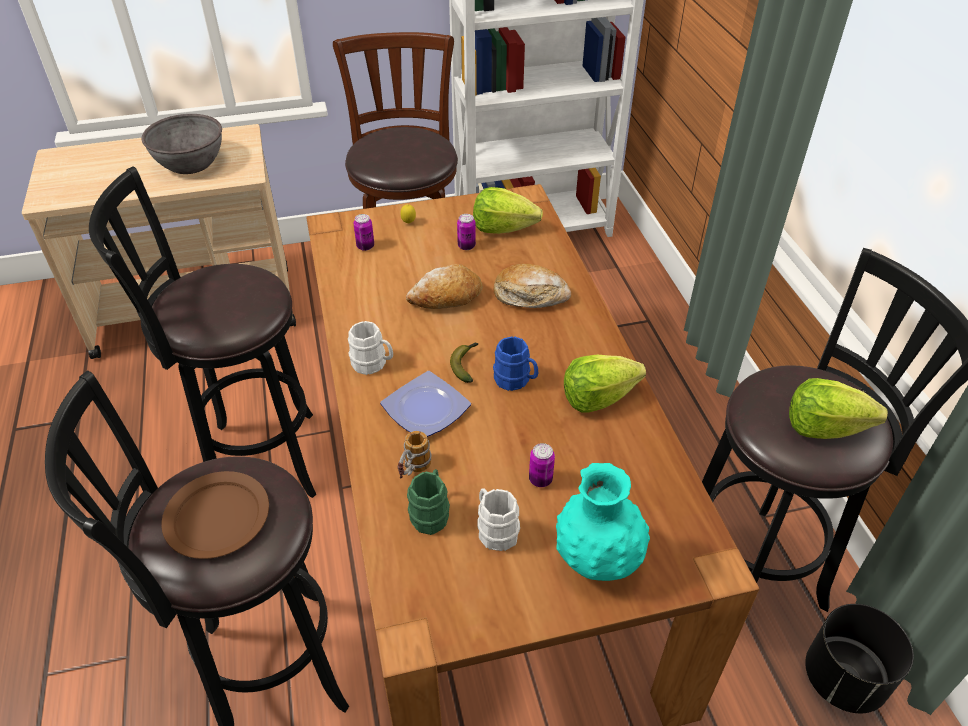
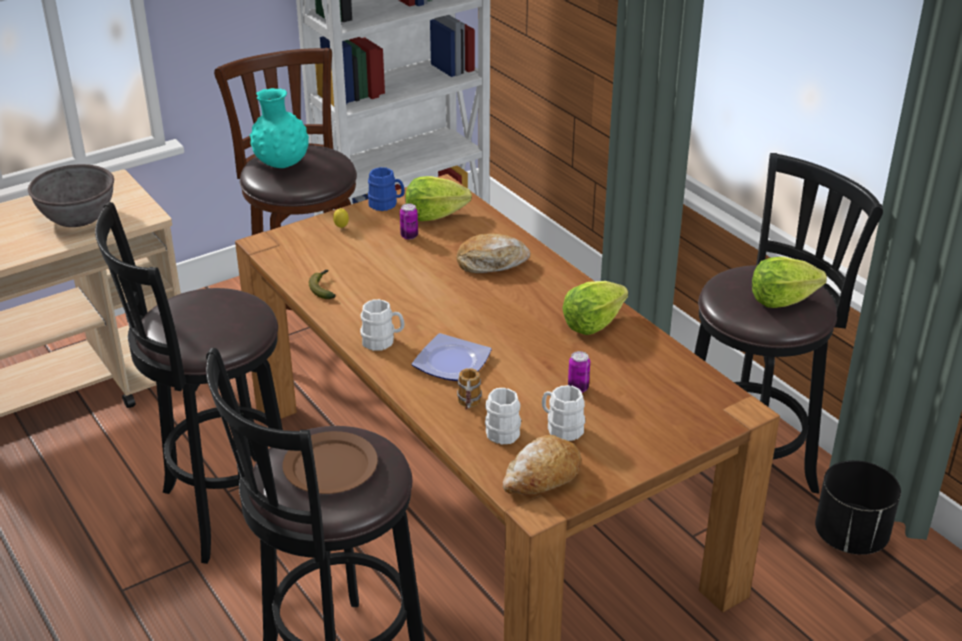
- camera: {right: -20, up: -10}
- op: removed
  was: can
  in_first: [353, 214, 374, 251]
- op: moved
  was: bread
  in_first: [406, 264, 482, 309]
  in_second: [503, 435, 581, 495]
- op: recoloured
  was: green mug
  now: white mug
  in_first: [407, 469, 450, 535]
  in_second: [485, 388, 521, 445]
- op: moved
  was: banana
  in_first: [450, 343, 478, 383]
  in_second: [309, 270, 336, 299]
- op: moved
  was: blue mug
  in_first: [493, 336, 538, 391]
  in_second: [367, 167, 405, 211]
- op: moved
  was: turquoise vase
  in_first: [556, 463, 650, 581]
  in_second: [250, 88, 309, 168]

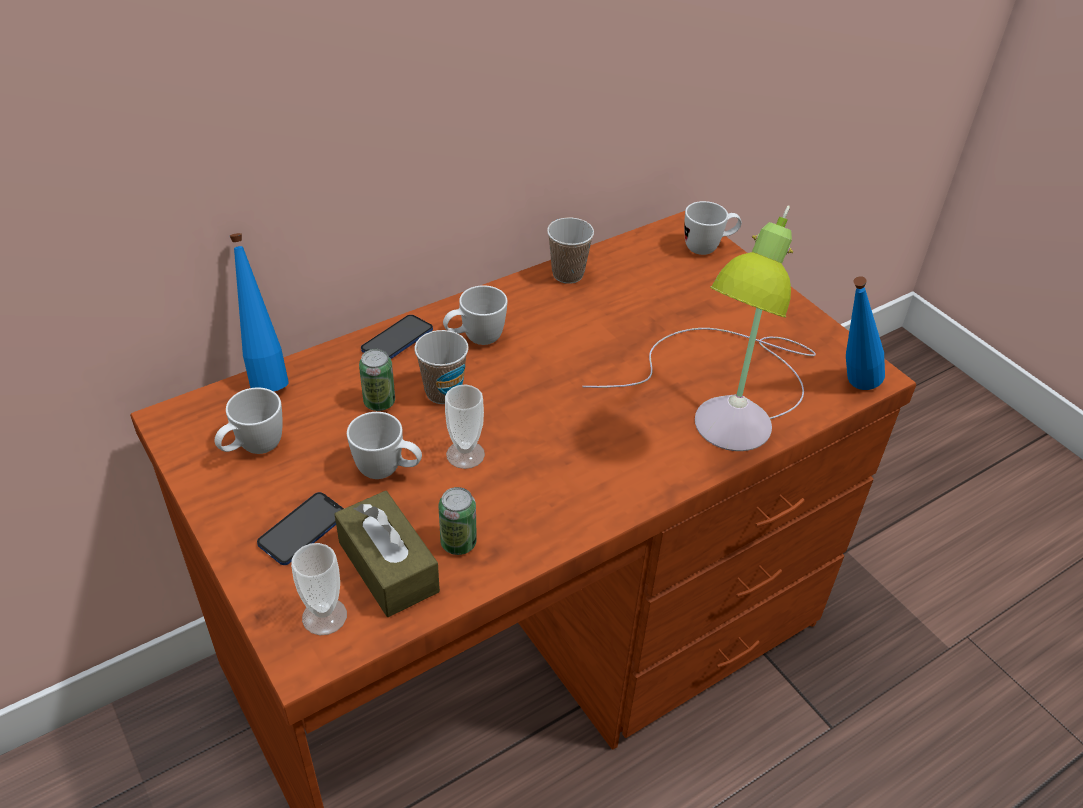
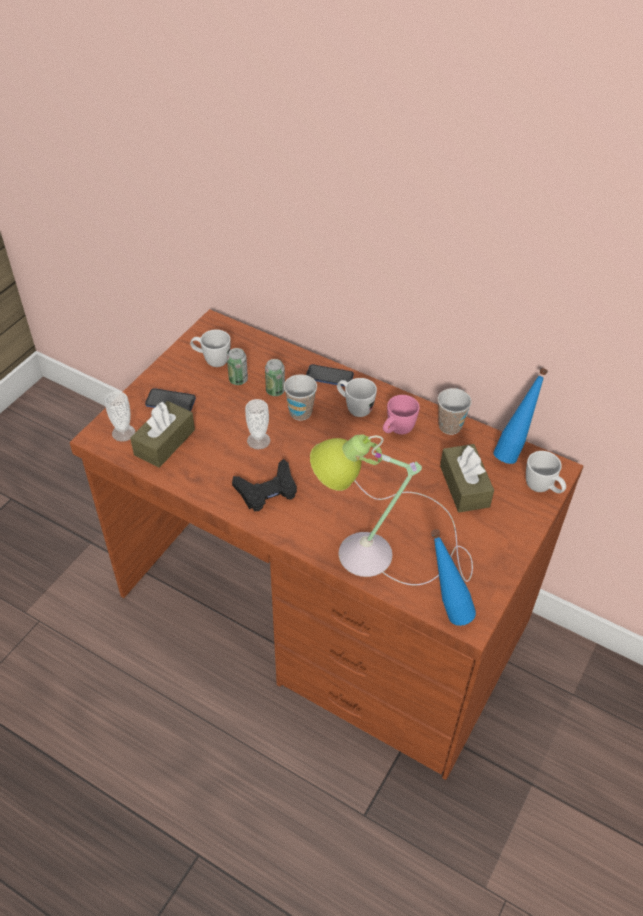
- camera: {right: 65, up: 5}
- op: moved
  was: blue bottle
  in_first: [230, 233, 289, 392]
  in_second: [493, 368, 548, 464]
- op: removed
  was: white mug
  in_first: [347, 412, 422, 479]
- op: moved
  was: can
  in_first: [438, 487, 477, 555]
  in_second: [227, 348, 248, 385]
- op: added
  now: black game controller
  in_second: [232, 459, 297, 511]
- op: added
  now: pink mug
  in_second: [383, 395, 420, 434]
- op: added
  now: brown tissue box
  in_second: [440, 444, 494, 513]

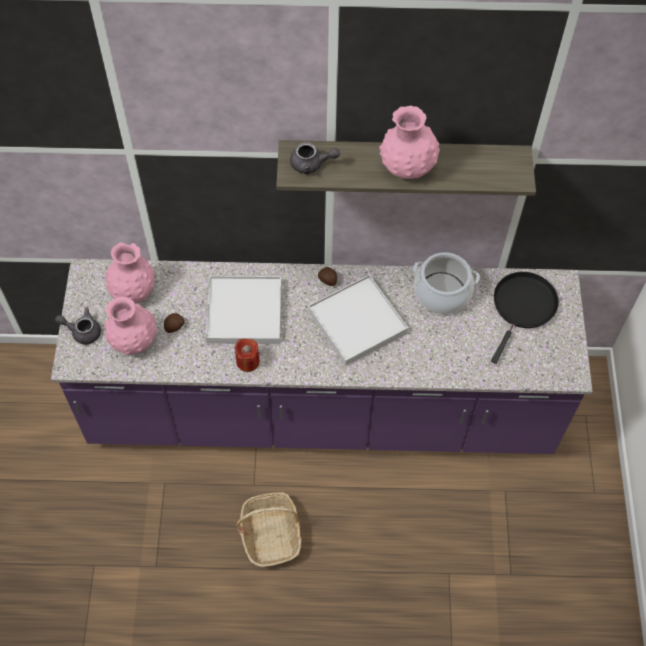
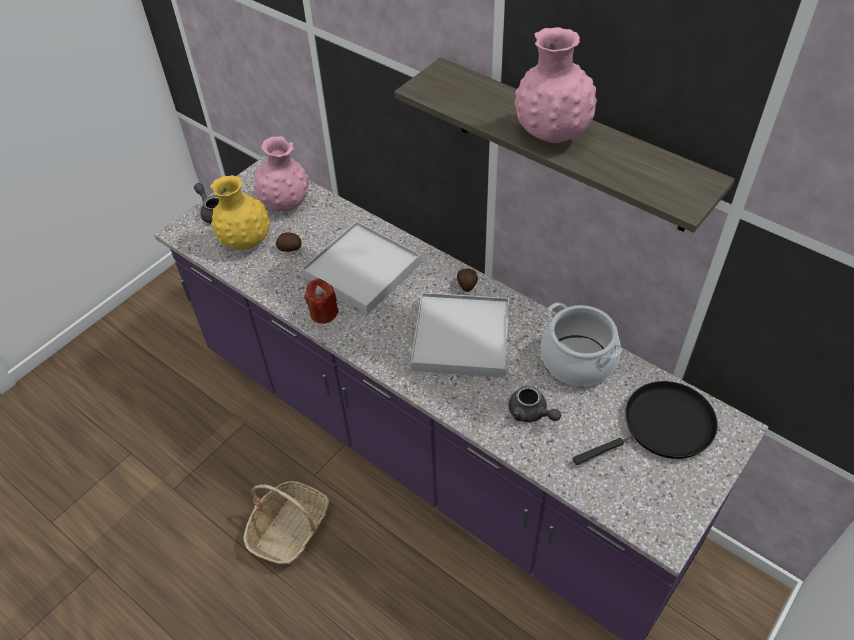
- camera: {right: 40, up: -10}
- op: recoloured
  was: pink vase
  now: yellow vase
  in_first: [104, 296, 157, 354]
  in_second: [210, 175, 270, 249]
- op: moved
  was: grey teapot
  in_first: [290, 142, 340, 174]
  in_second: [509, 385, 561, 422]

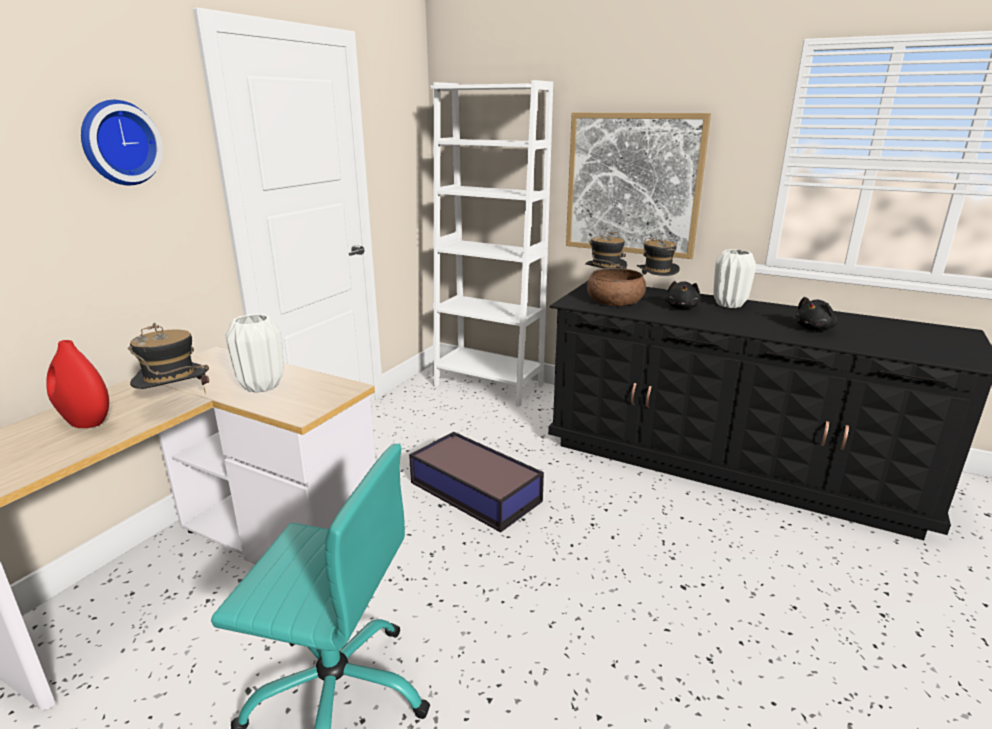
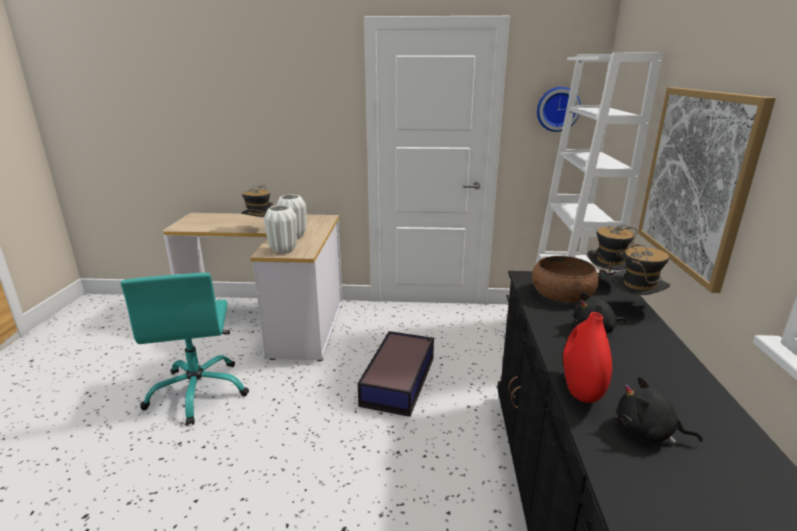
- camera: {right: 65, up: 0}
- op: moved
  was: red vase
  in_first: [46, 340, 109, 428]
  in_second: [563, 312, 612, 403]
- op: moved
  was: wall clock
  in_first: [81, 100, 163, 185]
  in_second: [537, 87, 581, 132]
- op: moved
  was: white vase
  in_first: [713, 249, 756, 308]
  in_second: [264, 205, 297, 254]

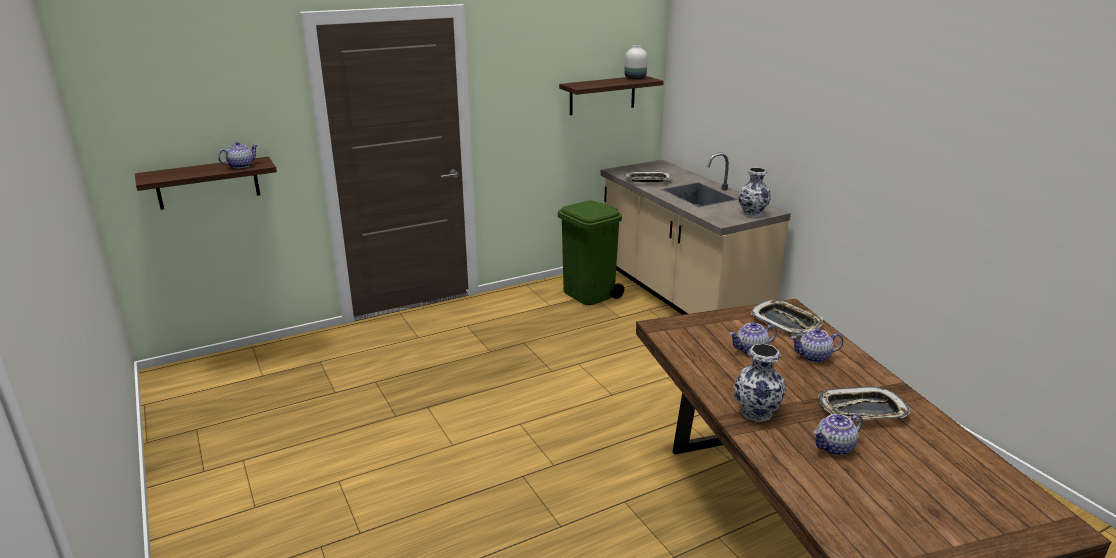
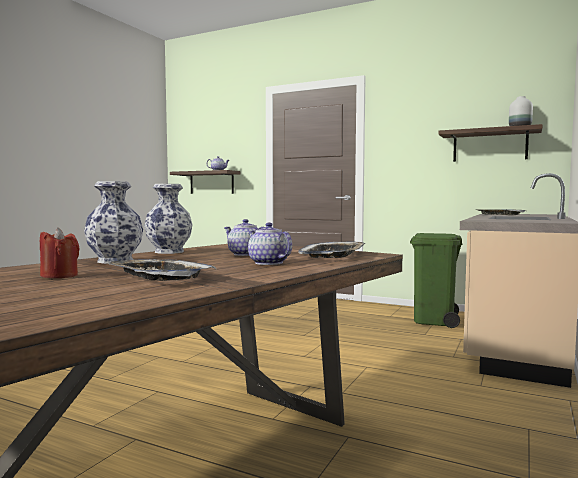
- camera: {right: 55, up: -20}
- op: moved
  was: vase
  in_first: [738, 168, 771, 217]
  in_second: [144, 184, 193, 254]
- op: replaced
  was: teapot
  now: red candle
  in_first: [813, 414, 863, 455]
  in_second: [40, 228, 80, 278]

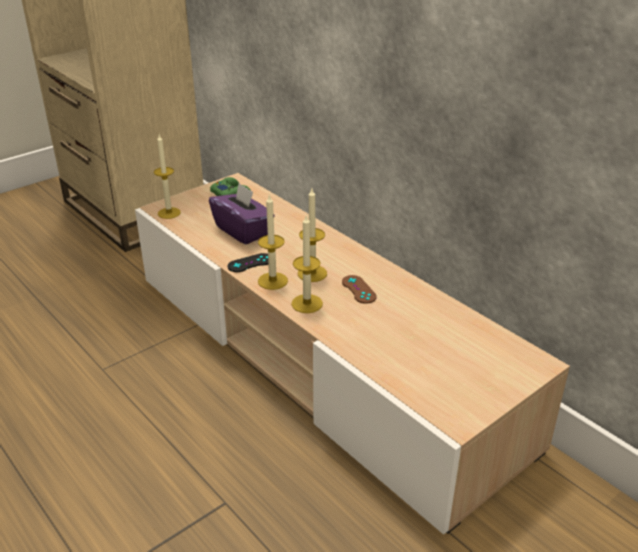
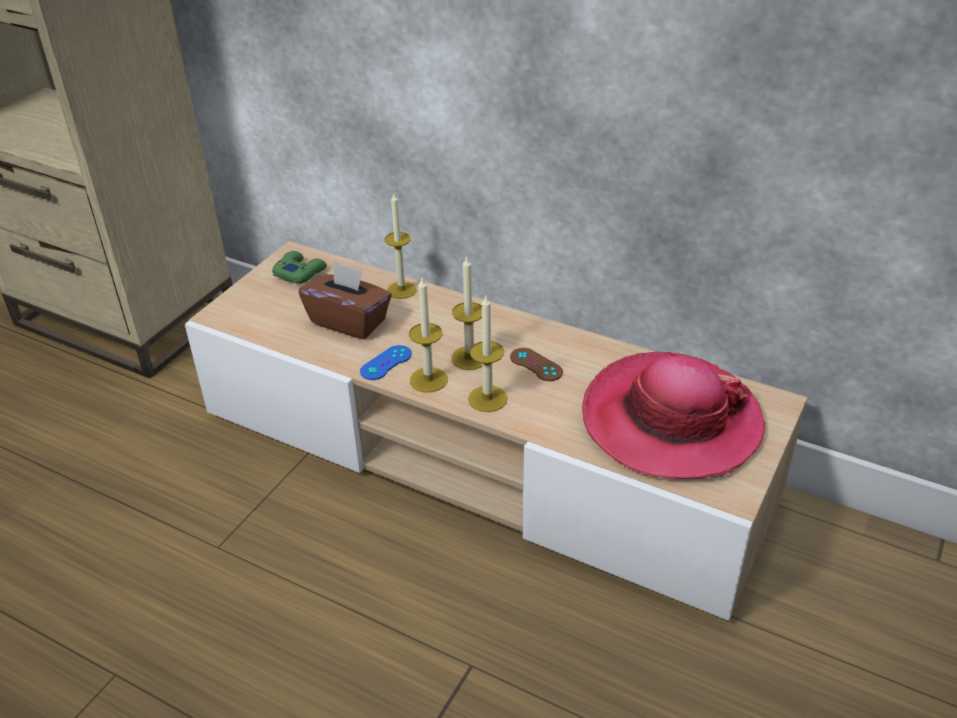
- camera: {right: -20, up: 5}
- op: moved
  was: candle
  in_first: [154, 135, 181, 219]
  in_second: [385, 193, 416, 299]
- op: recoloured
  was: purple tissue box
  now: brown tissue box
  in_first: [209, 183, 275, 244]
  in_second: [299, 261, 392, 339]
- op: recoloured
  was: black game controller
  now: blue game controller
  in_first: [228, 253, 268, 272]
  in_second: [360, 345, 412, 380]
- op: added
  now: hat
  in_second: [582, 352, 766, 479]

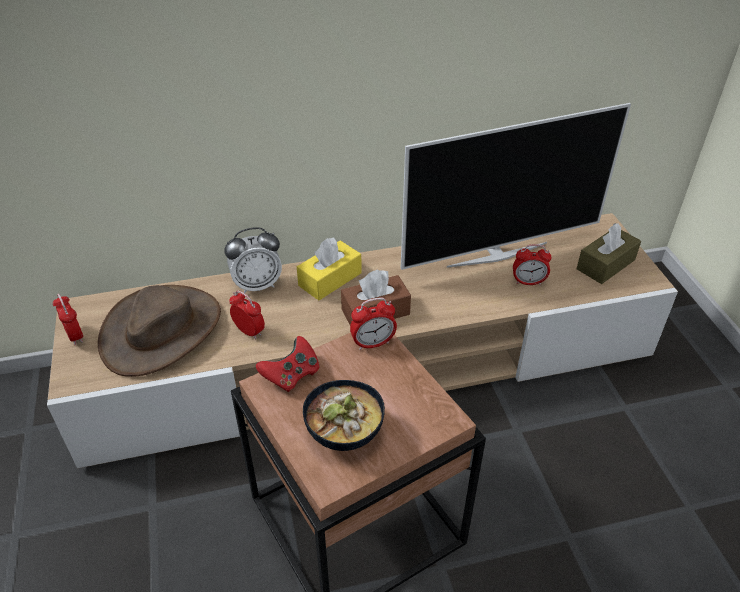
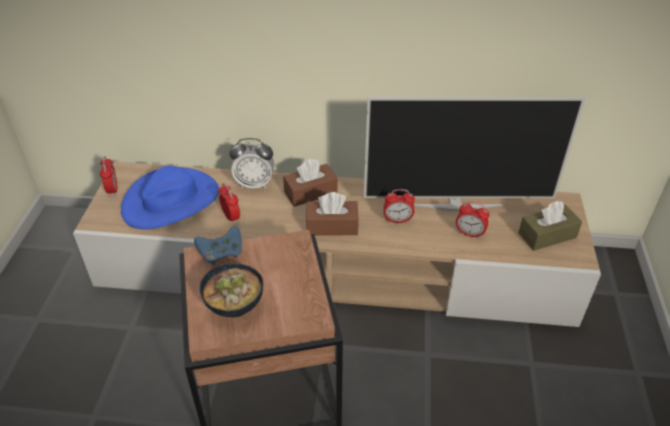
- camera: {right: 20, up: 0}
- op: recoloured
  was: brown hat
  now: blue hat
  in_first: [98, 285, 221, 377]
  in_second: [121, 166, 219, 230]
- op: recoloured
  was: red game controller
  now: blue game controller
  in_first: [256, 336, 319, 392]
  in_second: [194, 225, 242, 265]
- op: recoloured
  was: yellow tissue box
  now: brown tissue box
  in_first: [297, 238, 362, 300]
  in_second: [283, 159, 338, 207]
- op: moved
  was: alarm clock
  in_first: [350, 297, 397, 350]
  in_second: [384, 189, 415, 223]

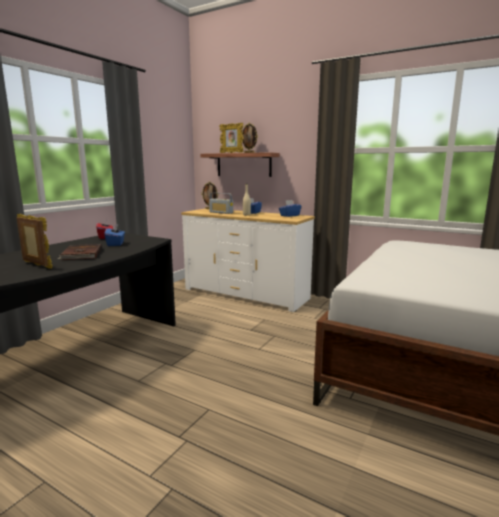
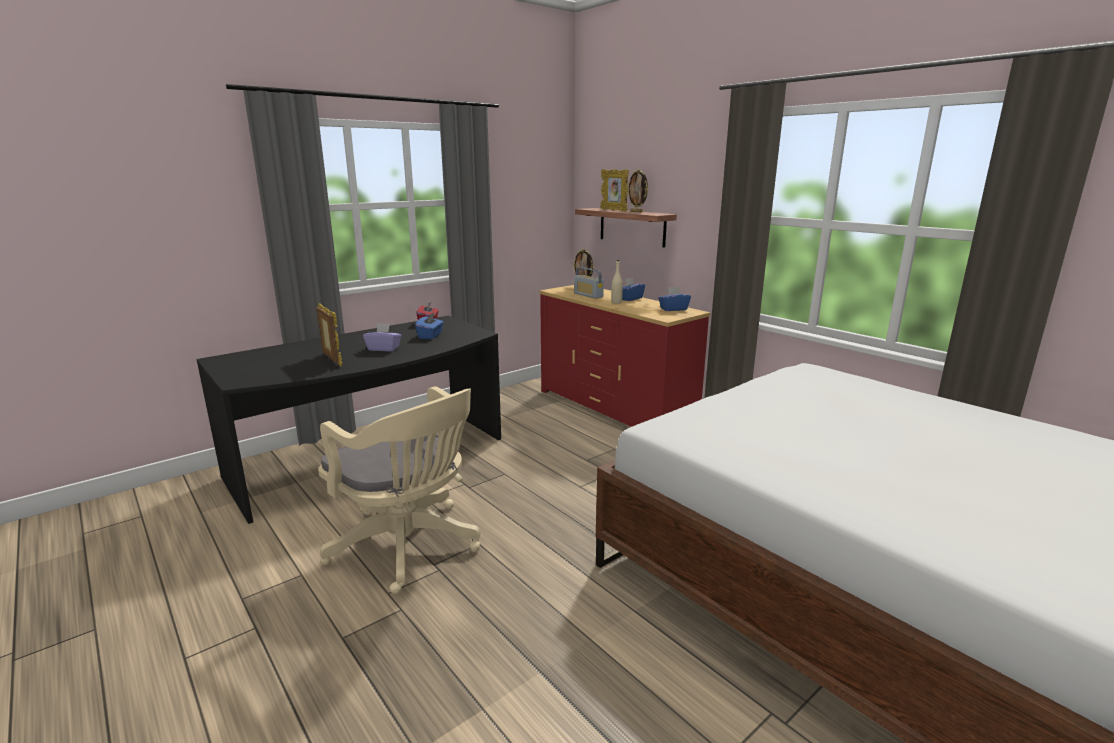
- camera: {right: 20, up: 5}
- op: replaced
  was: brown book
  now: purple tissue box
  in_first: [57, 244, 102, 260]
  in_second: [363, 323, 401, 351]
- op: recoloured
  was: white dresser
  now: red dresser
  in_first: [181, 209, 315, 312]
  in_second: [539, 285, 710, 427]
- op: added
  now: beige office chair
  in_second: [318, 387, 481, 594]

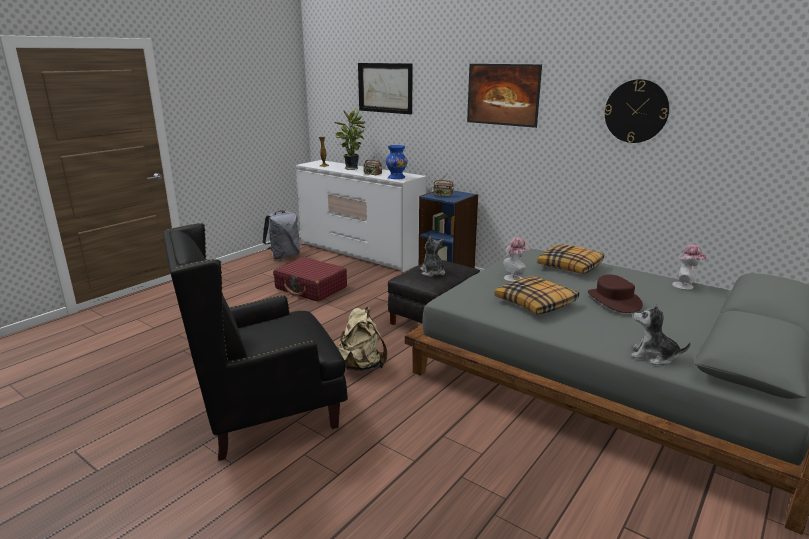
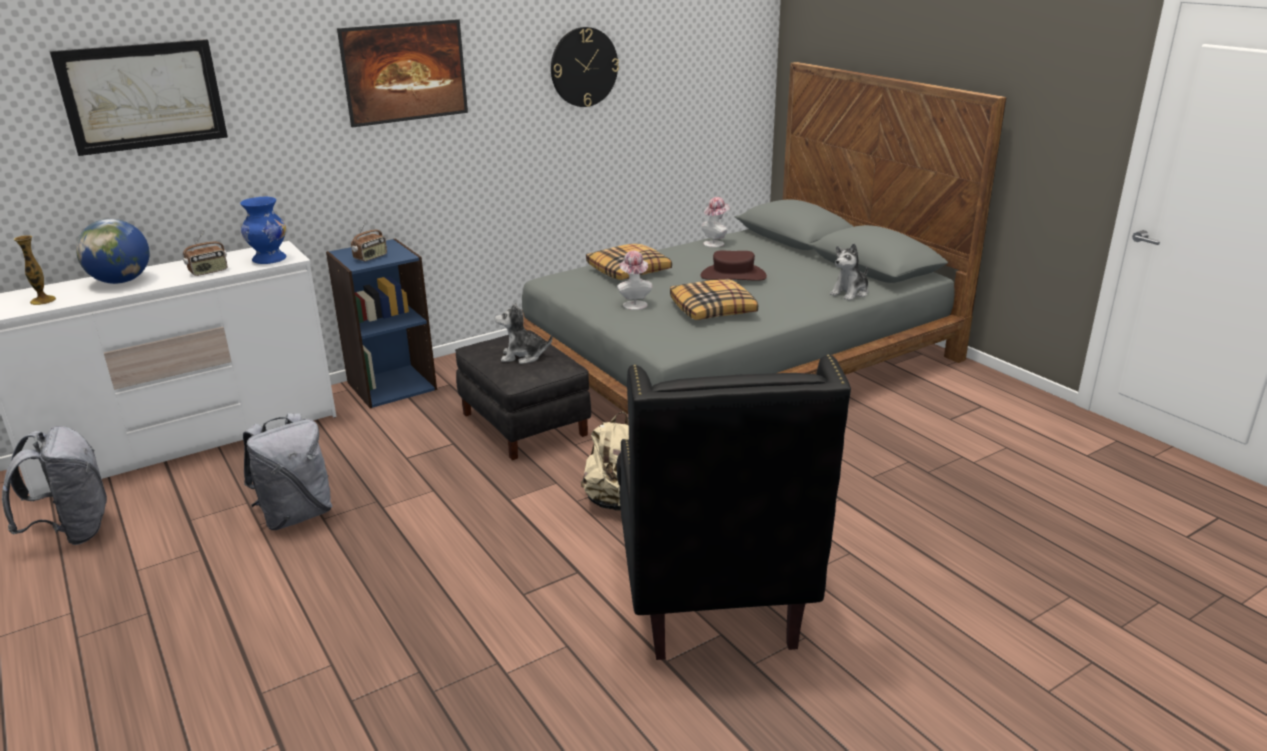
- camera: {right: -70, up: 5}
- op: replaced
  was: red suitcase
  now: grey backpack
  in_first: [273, 257, 347, 302]
  in_second: [243, 413, 332, 530]
- op: replaced
  was: potted plant
  now: globe
  in_first: [334, 109, 365, 170]
  in_second: [76, 219, 150, 284]

